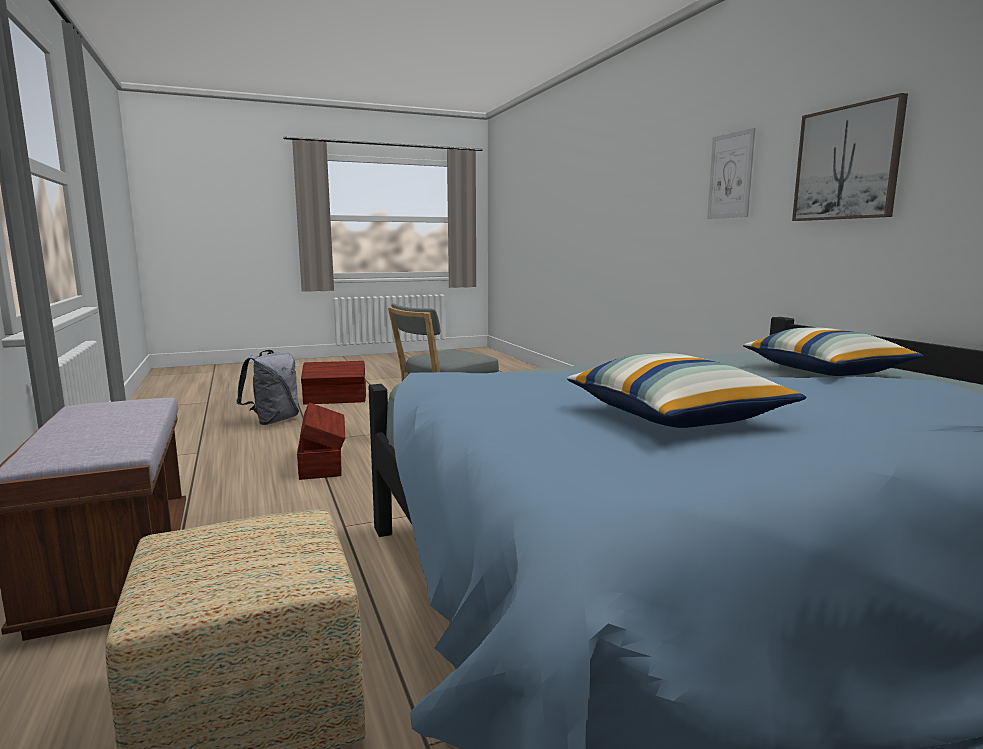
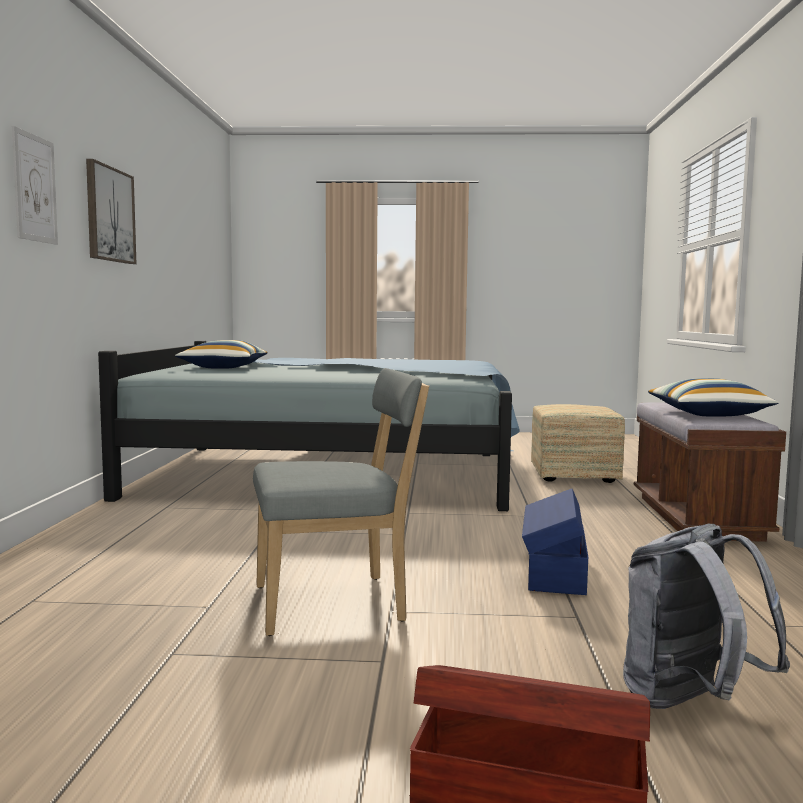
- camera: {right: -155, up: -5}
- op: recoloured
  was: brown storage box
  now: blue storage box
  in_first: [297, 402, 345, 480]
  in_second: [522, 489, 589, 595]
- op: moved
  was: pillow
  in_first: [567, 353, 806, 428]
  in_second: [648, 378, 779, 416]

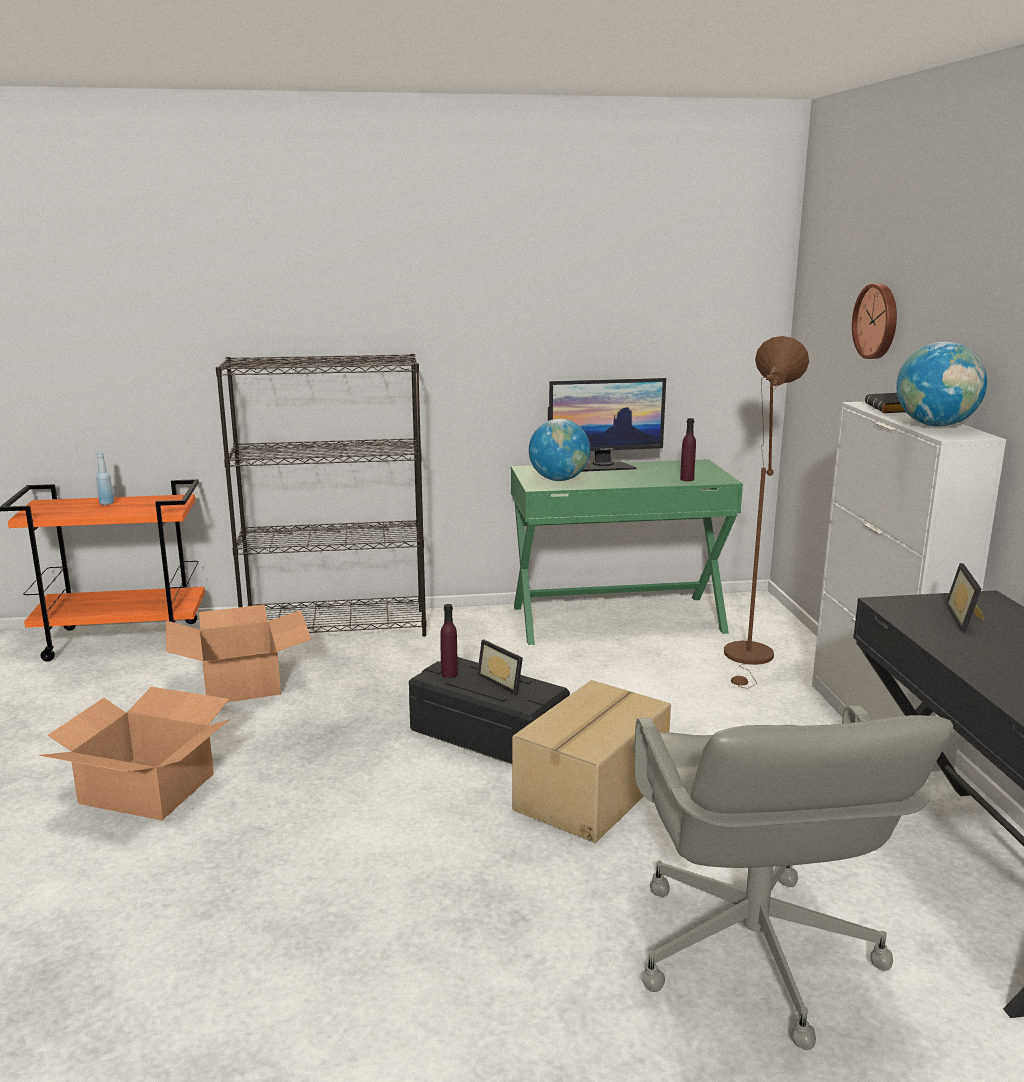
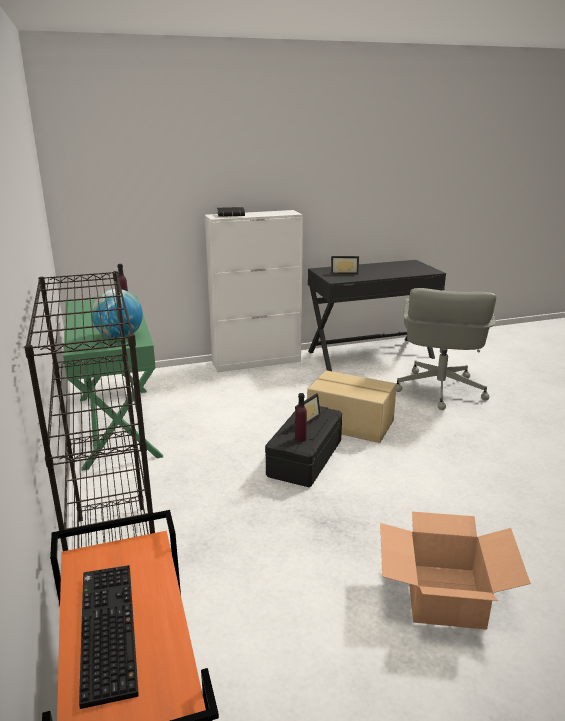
- camera: {right: -100, up: 5}
- op: replaced
  was: blue bottle
  now: keyboard
  in_first: [96, 452, 114, 505]
  in_second: [79, 565, 139, 709]
- op: removed
  was: cardboard box
  in_first: [166, 604, 312, 702]
- op: removed
  was: monitor
  in_first: [548, 378, 666, 472]
- op: turned
  was: grey office chair
  in_first: [633, 705, 953, 1050]
  in_second: [396, 288, 496, 410]
  clockwise: 120
- op: removed
  was: brown floor lamp
  in_first: [724, 336, 809, 689]
- op: removed
  was: wall clock
  in_first: [852, 284, 897, 359]
- op: removed
  was: globe
  in_first: [896, 342, 987, 427]

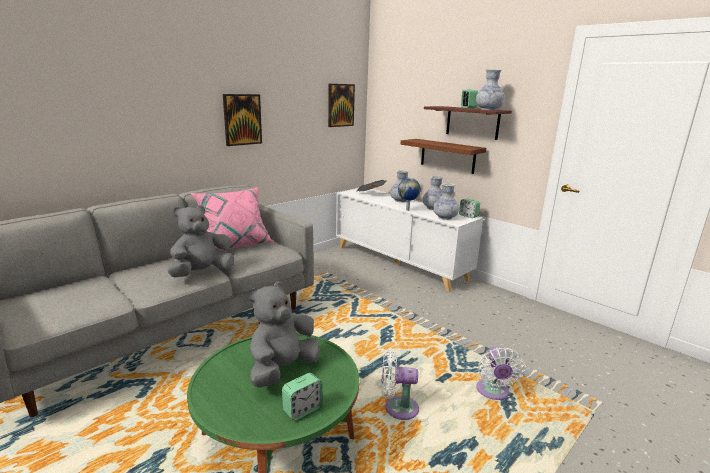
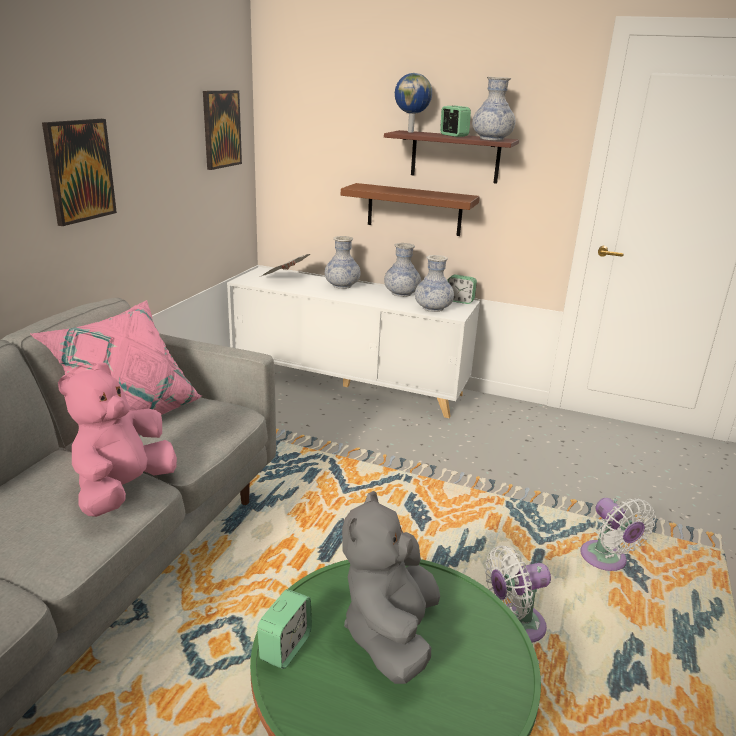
- camera: {right: -25, up: 5}
- op: recoloured
  was: grey plush toy
  now: pink plush toy
  in_first: [168, 205, 234, 278]
  in_second: [58, 362, 177, 517]
- op: moved
  was: alarm clock
  in_first: [282, 373, 323, 421]
  in_second: [257, 589, 312, 669]
- op: moved
  was: globe
  in_first: [398, 178, 421, 211]
  in_second: [395, 73, 432, 133]

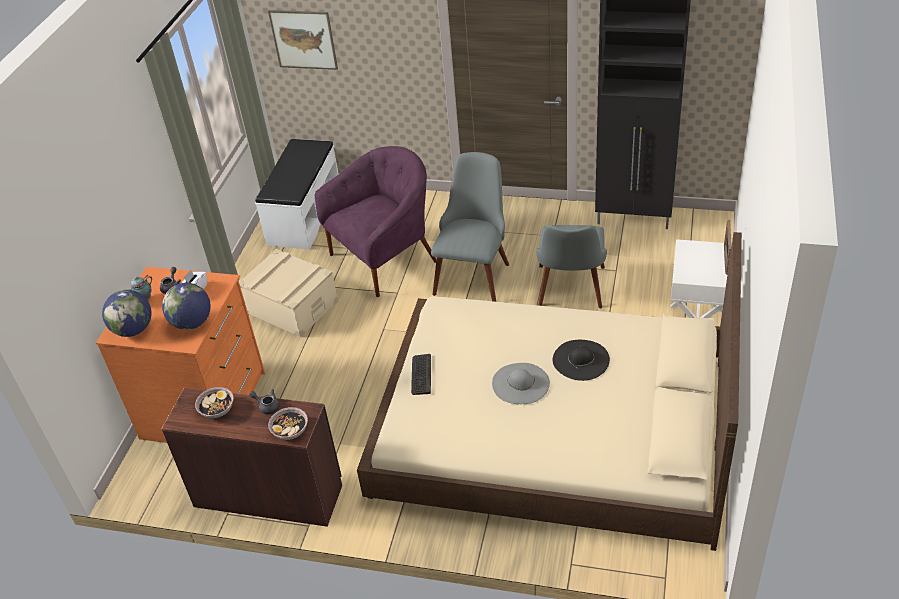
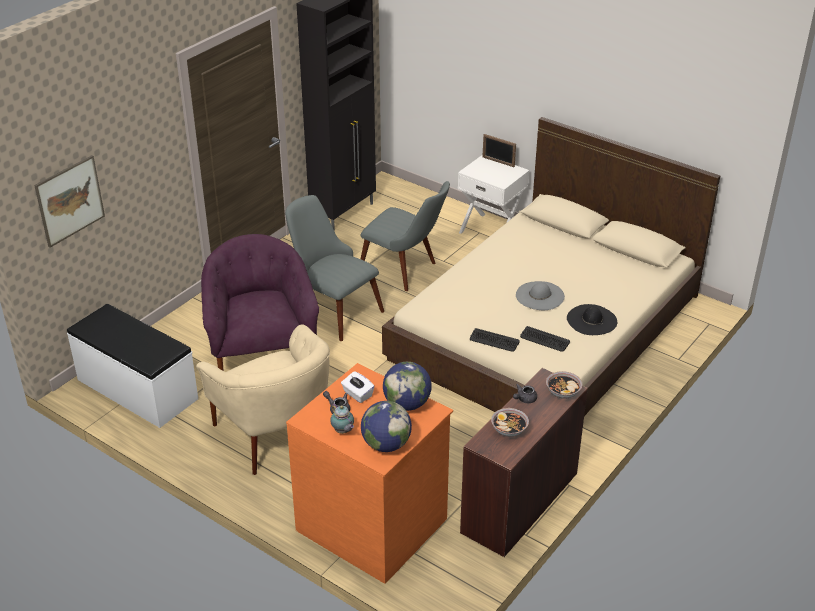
- camera: {right: -70, up: -5}
- op: replaced
  was: beige storage box
  now: beige armchair
  in_first: [239, 249, 338, 337]
  in_second: [196, 324, 330, 475]
- op: moved
  was: black hat
  in_first: [553, 340, 610, 381]
  in_second: [567, 304, 617, 335]
- op: added
  now: keyboard
  in_second: [520, 326, 570, 352]

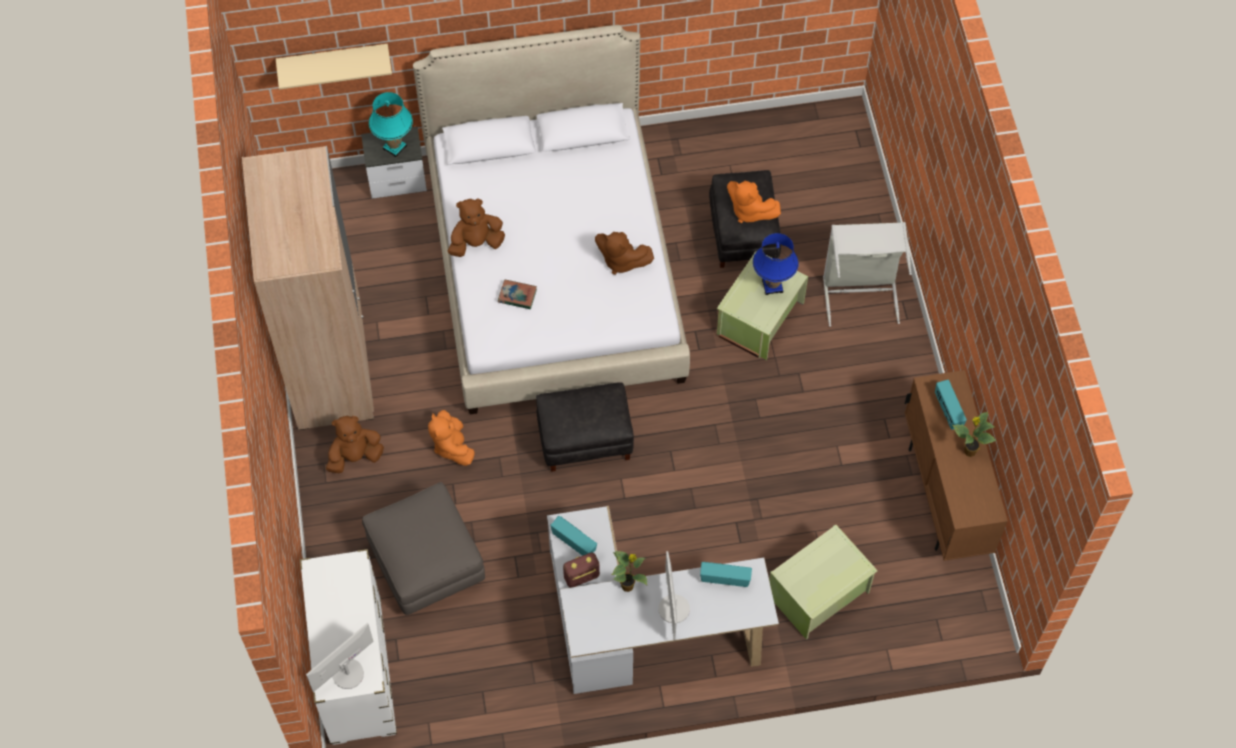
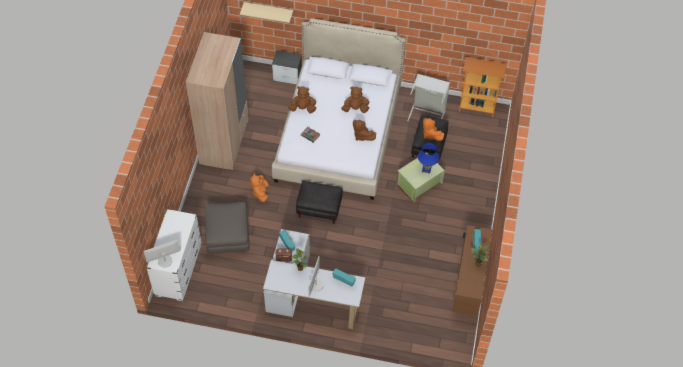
- camera: {right: 20, up: -5}
- op: moved
  was: brown plush toy
  in_first: [326, 416, 384, 473]
  in_second: [341, 87, 369, 113]
- op: removed
  was: turquoise table lamp
  in_first: [369, 92, 413, 157]
- op: removed
  was: green storage box
  in_first: [769, 525, 878, 640]
- op: moved
  was: grey laundry basket
  in_first: [823, 222, 912, 327]
  in_second: [407, 74, 450, 121]
- op: added
  now: bookcase
  in_second: [459, 57, 506, 117]

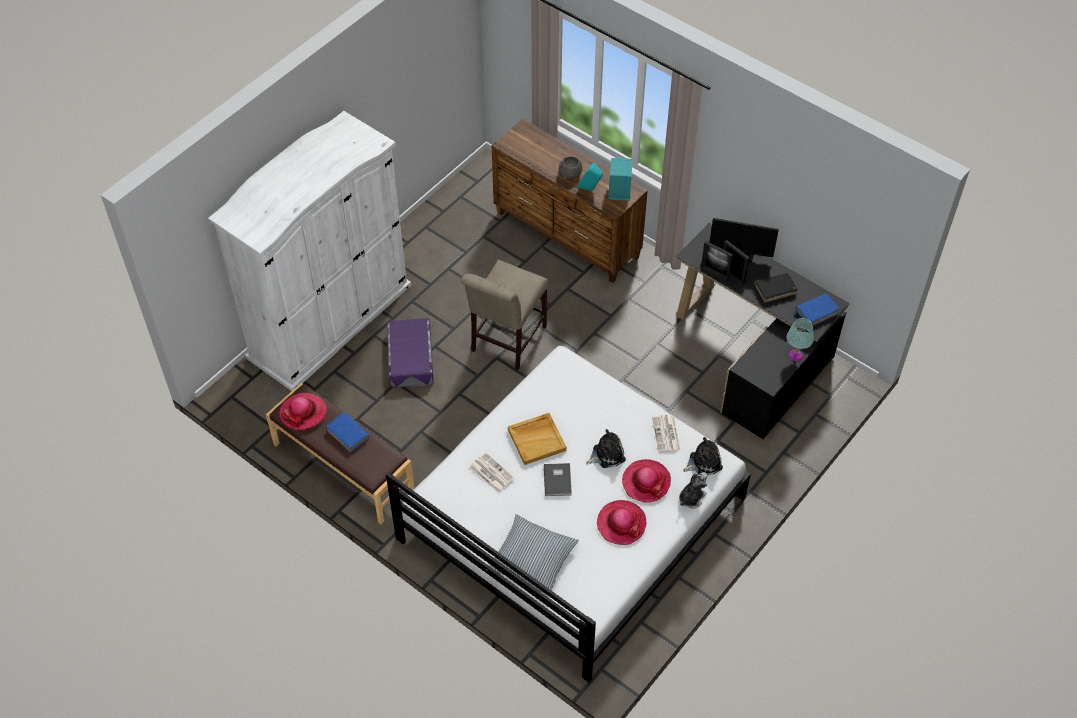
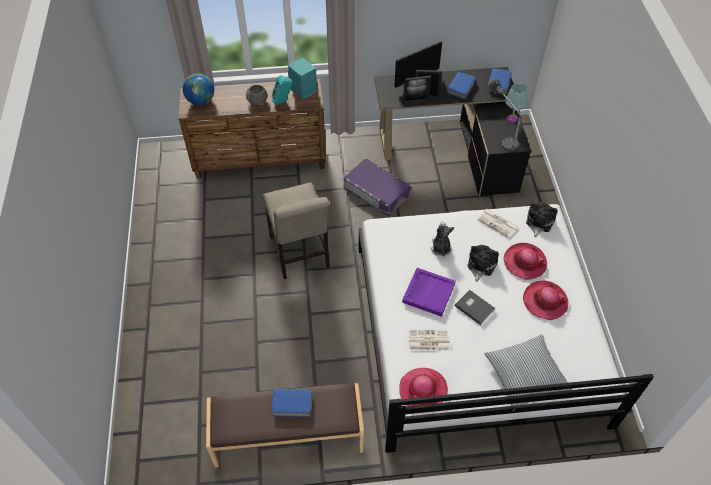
- camera: {right: -45, up: 0}
- op: removed
  was: white wardrobe
  in_first: [208, 111, 411, 391]
- op: moved
  was: hat
  in_first: [279, 393, 327, 430]
  in_second: [399, 368, 448, 406]
- op: moved
  was: purple storage box
  in_first: [387, 318, 434, 388]
  in_second: [344, 159, 411, 216]
- op: recoloured
  was: beige tray
  now: purple tray
  in_first: [508, 413, 567, 465]
  in_second: [402, 268, 456, 317]
- op: moved
  was: plush toy
  in_first: [679, 472, 707, 509]
  in_second: [431, 222, 454, 257]
- op: recoloured
  was: black book
  now: blue book
  in_first: [754, 273, 798, 303]
  in_second: [447, 72, 476, 99]
- op: added
  now: globe
  in_second: [183, 73, 214, 105]
- op: added
  now: table lamp
  in_second: [489, 79, 521, 151]

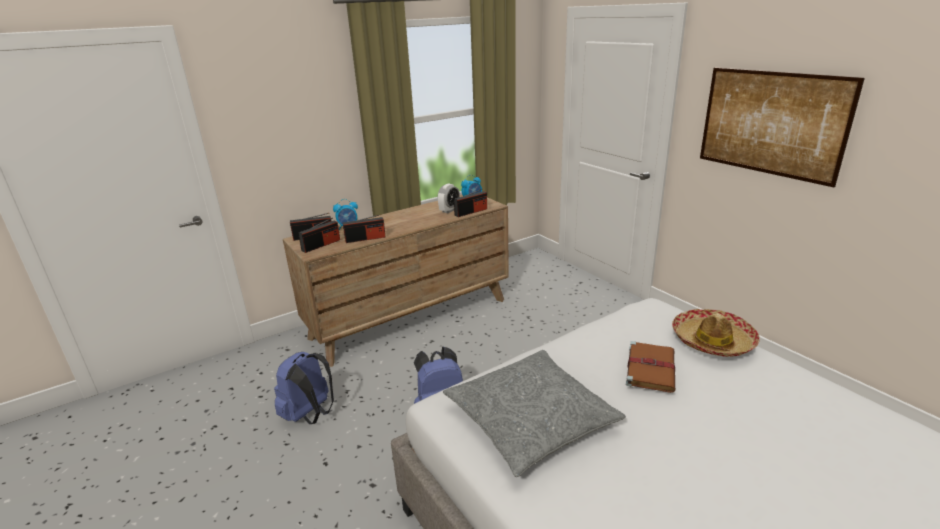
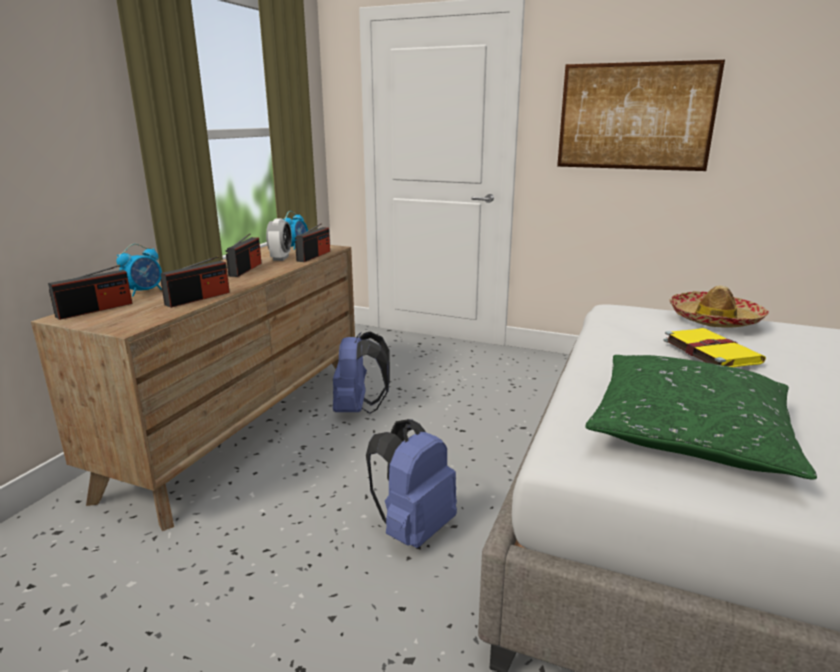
- camera: {right: -35, up: -5}
- op: moved
  was: blue backpack
  in_first: [274, 352, 334, 424]
  in_second: [333, 332, 390, 414]
- op: moved
  was: radio
  in_first: [299, 218, 340, 253]
  in_second: [226, 234, 262, 277]
- op: recoloured
  was: grey pillow
  now: green pillow
  in_first: [443, 350, 626, 477]
  in_second: [585, 355, 817, 480]
- op: recoloured
  was: brown book
  now: yellow book
  in_first: [626, 341, 675, 393]
  in_second: [663, 328, 766, 367]

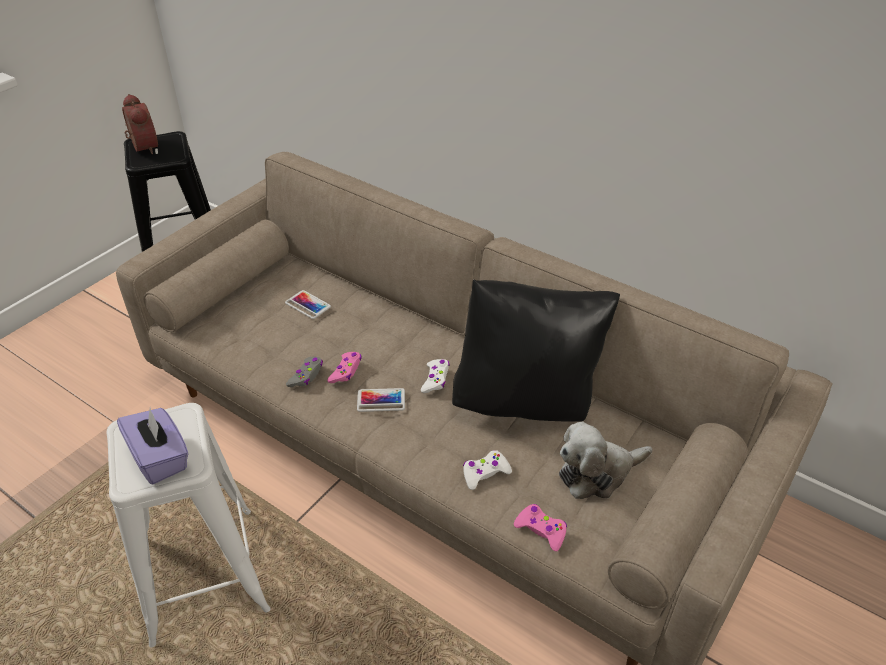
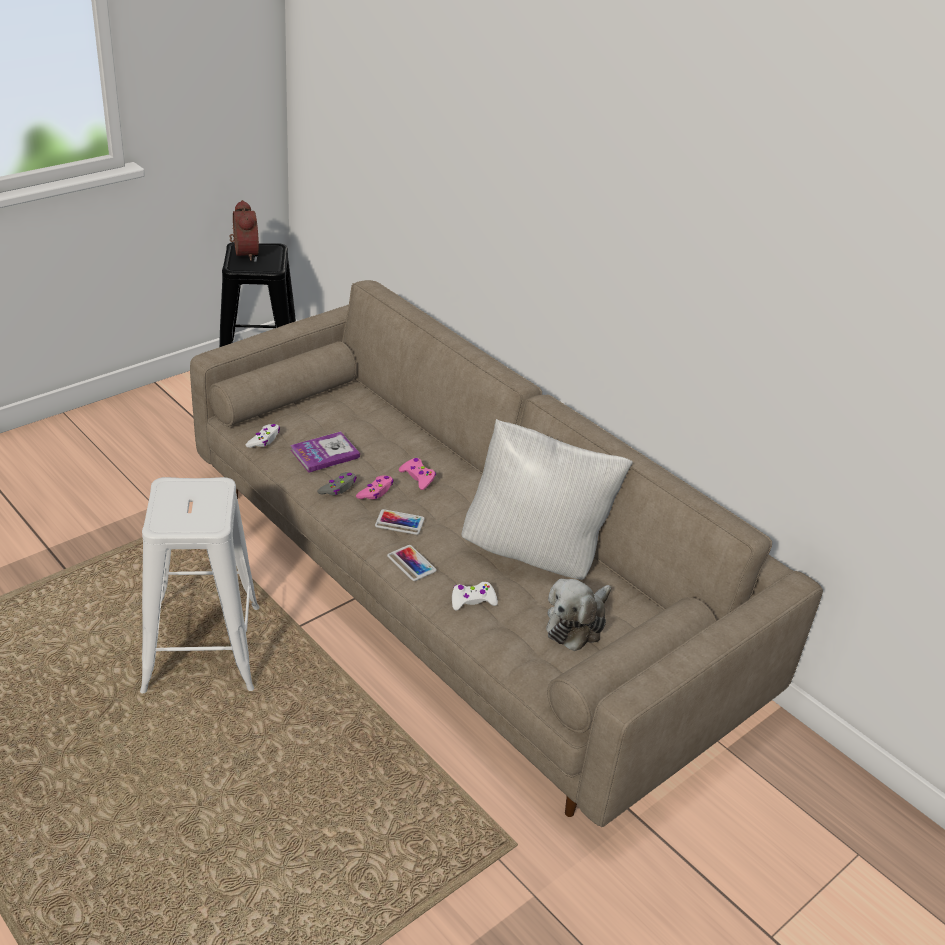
- camera: {right: 10, up: -5}
- op: removed
  was: purple tissue box
  in_first: [117, 408, 189, 484]
- op: moved
  was: phone
  in_first: [285, 290, 331, 319]
  in_second: [387, 545, 437, 581]
- op: moved
  was: white game controller
  in_first: [421, 359, 449, 393]
  in_second: [246, 424, 280, 448]
- op: recoloured
  was: black pillow
  now: white pillow
  in_first: [452, 280, 620, 422]
  in_second: [462, 419, 633, 580]
- op: moved
  was: pink game controller
  in_first: [514, 504, 567, 552]
  in_second: [399, 458, 436, 490]
- op: turned
  was: plush toy
  in_first: [559, 422, 652, 499]
  in_second: [546, 579, 611, 651]
  clockwise: -45
- op: added
  now: book
  in_second: [290, 432, 360, 473]

